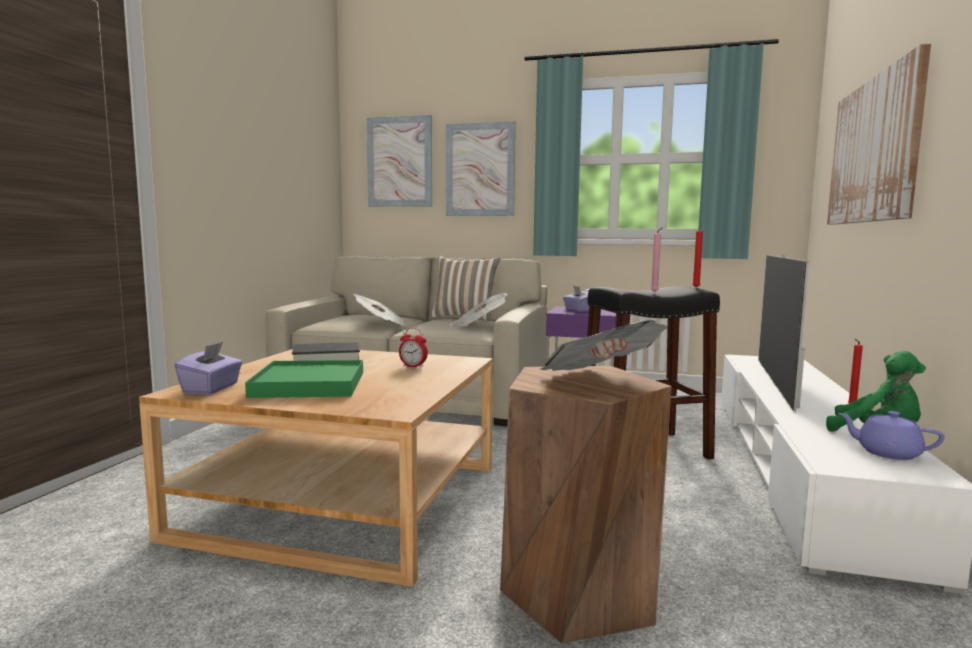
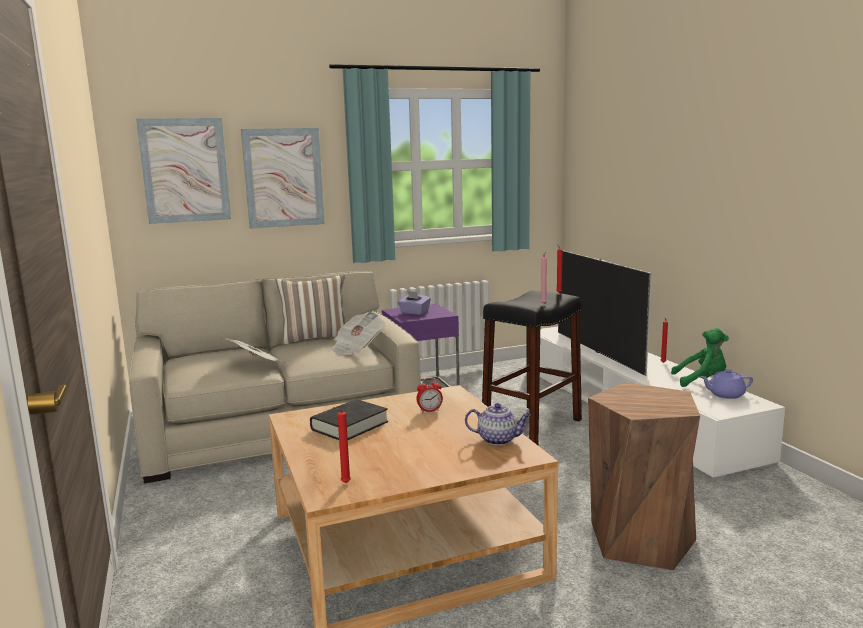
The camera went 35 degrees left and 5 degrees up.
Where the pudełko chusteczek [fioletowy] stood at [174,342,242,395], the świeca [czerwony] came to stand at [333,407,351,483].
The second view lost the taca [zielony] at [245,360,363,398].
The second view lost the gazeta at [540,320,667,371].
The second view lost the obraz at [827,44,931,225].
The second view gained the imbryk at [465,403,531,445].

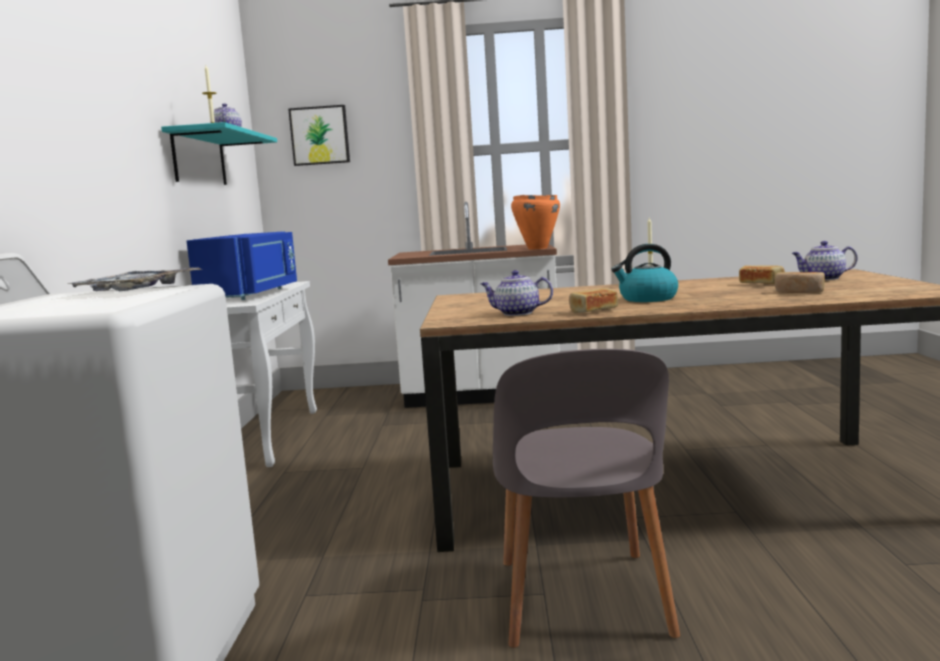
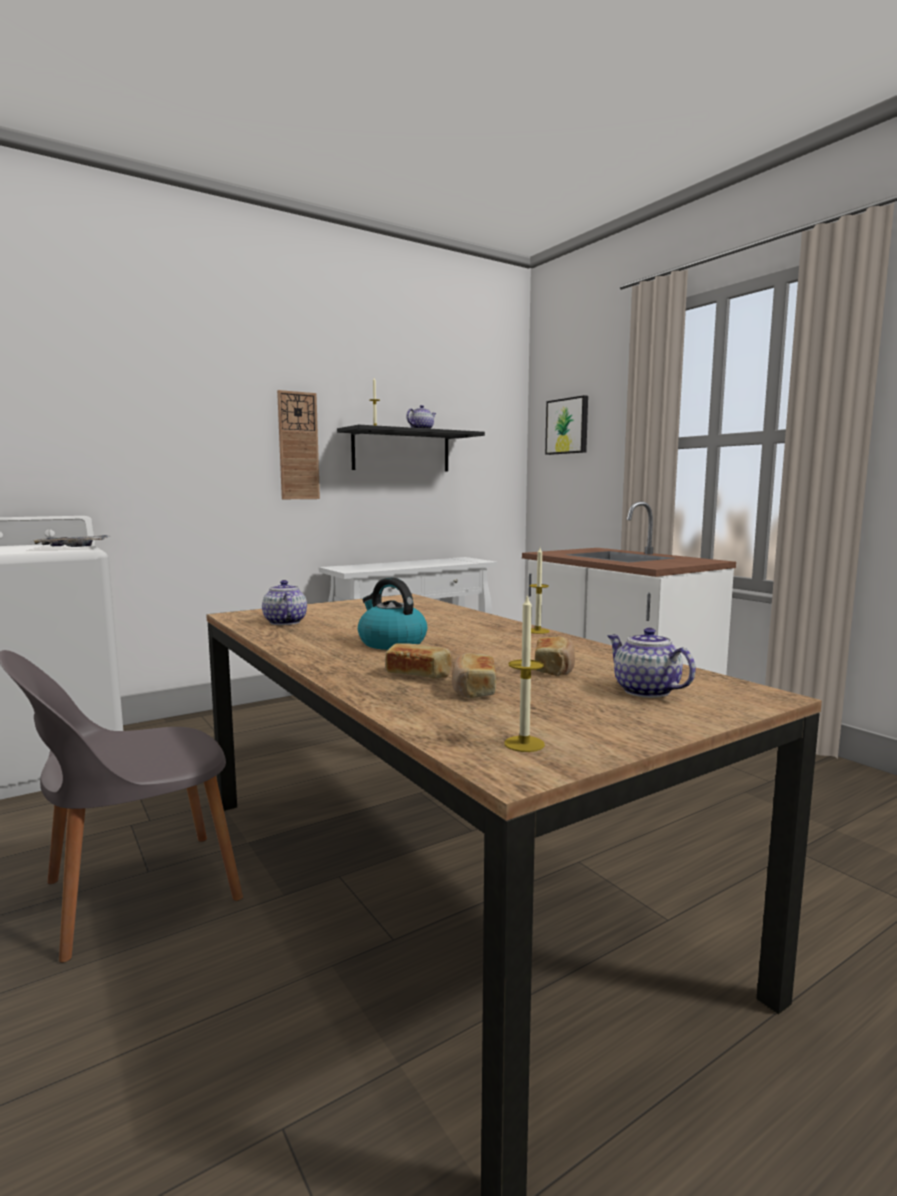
The camera went 55 degrees right and 0 degrees up.
What was the półka [turkusowy] at [161,122,277,185] turned into the półka [czarny] at [337,425,485,471].
The second view lost the mikrofalówka [niebieski] at [187,231,297,300].
The second view lost the garnek [pomarańczowy] at [511,195,560,249].
The chleb ended up elsewhere, having gone from [569,288,618,313] to [385,643,453,678].
The second view gained the zegar ścienny at [277,390,320,499].
The second view gained the świeca at [504,594,545,752].

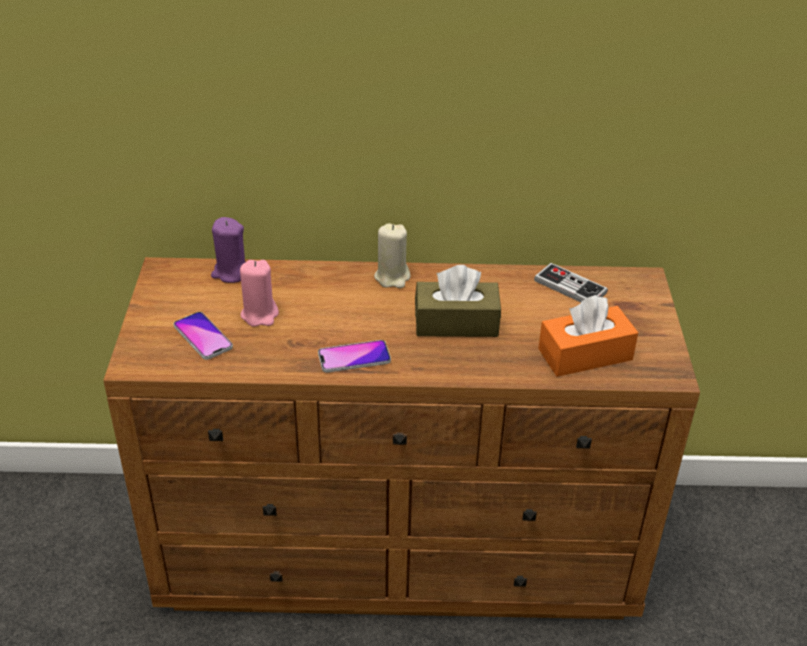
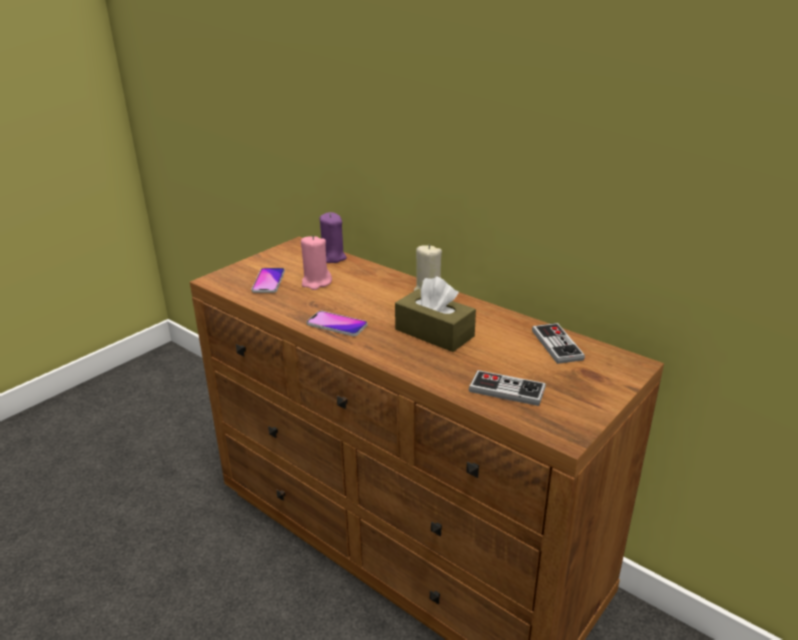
The camera went 40 degrees right and 10 degrees down.
Where the pudełko chusteczek [pomarańczowy] stood at [538,295,638,377], the pad do gier came to stand at [469,370,546,406].

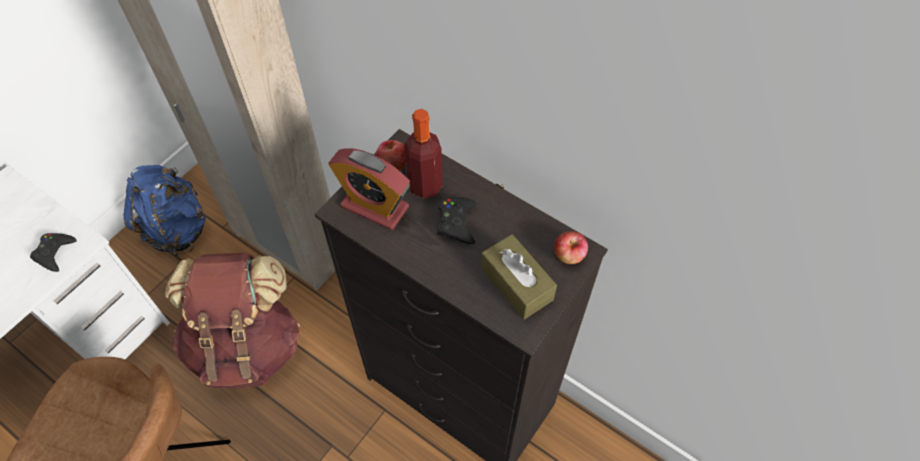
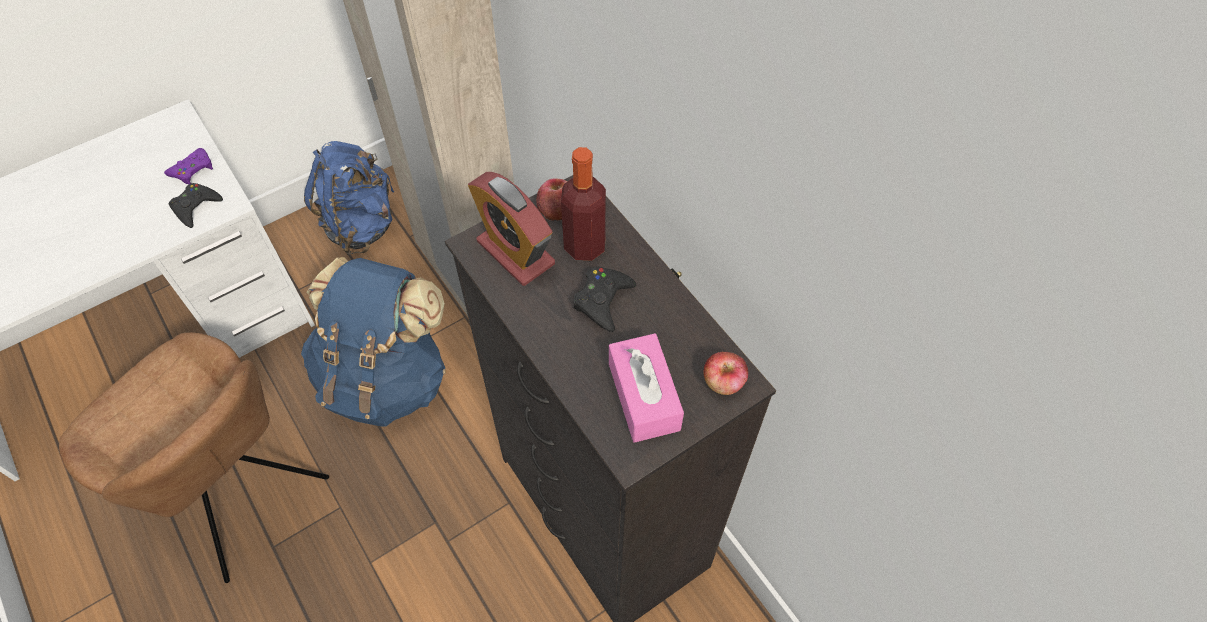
The camera went 20 degrees right and 0 degrees up.
What was the plecak [brązowy] at [165,253,300,389] turned into the plecak [niebieski] at [301,257,446,427].
What was the pudełko chusteczek [brązowy] at [481,234,557,320] turned into the pudełko chusteczek [różowy] at [609,333,684,443].
The second view gained the pad do gier [fioletowy] at [164,148,213,184].

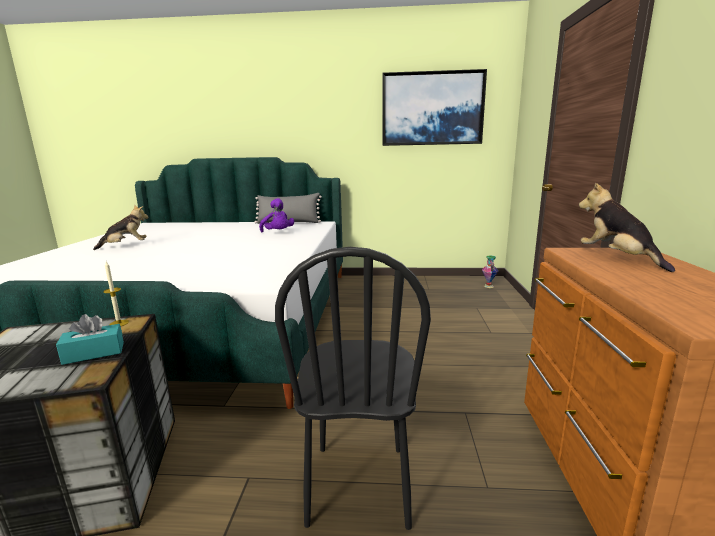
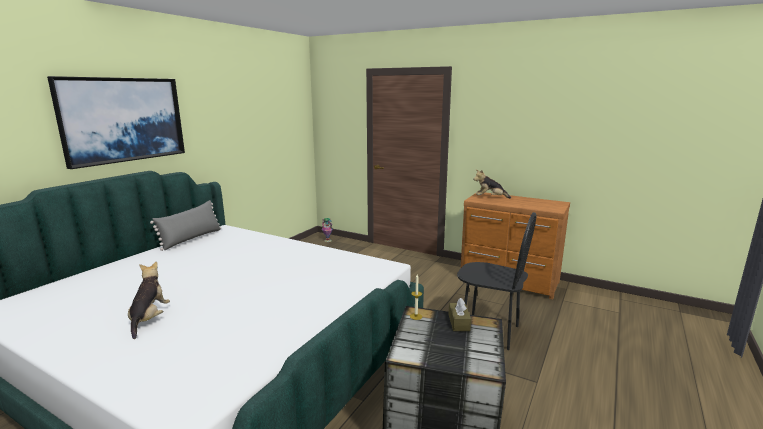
The camera went 65 degrees left and 0 degrees up.
What was the pudełko chusteczek [turkusowy] at [56,314,124,365] turned into the pudełko chusteczek [brązowy] at [448,298,471,331].
The second view lost the pluszak [fioletowy] at [259,198,294,233].
The obraz ended up elsewhere, having gone from [383,69,487,146] to [47,76,185,169].

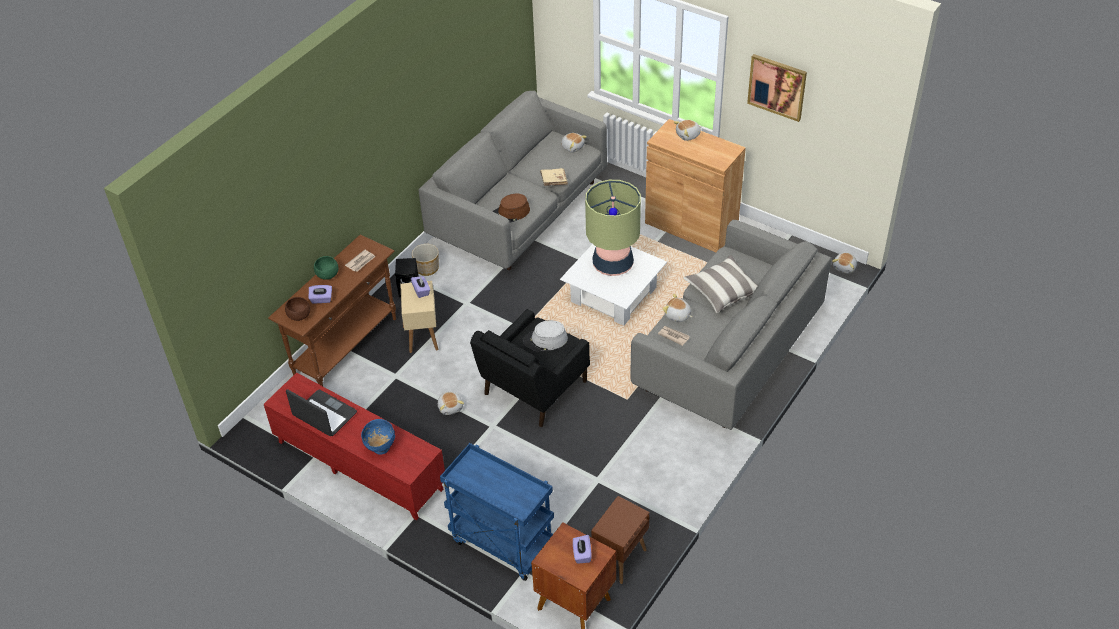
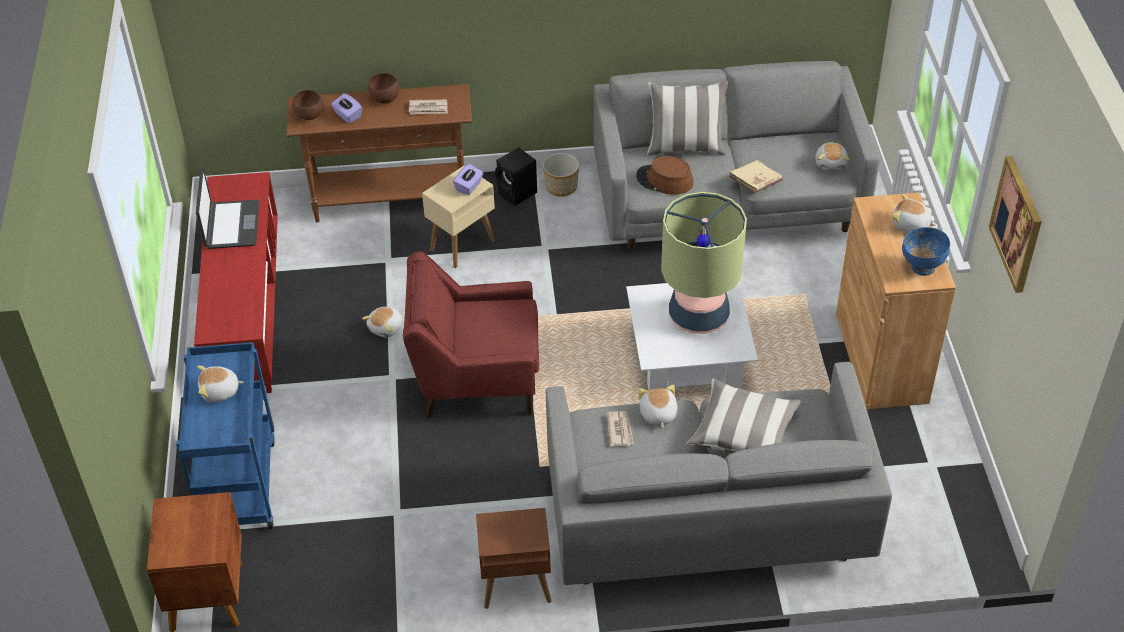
The camera went 50 degrees right and 0 degrees up.
What was the miska [zielony] at [314,256,338,280] turned into the miska [brązowy] at [368,73,400,104].
The miska [niebieski] ended up elsewhere, having gone from [361,419,395,455] to [902,227,950,276].
What was the fotel [czarny] at [470,309,590,427] turned into the fotel [czerwony] at [403,251,539,418].
The second view lost the kapelusz [szary] at [523,320,568,351].
The second view lost the pudełko chusteczek [fioletowy] at [573,535,591,564].
The stolik [brązowy] ended up elsewhere, having gone from [591,496,650,584] to [476,508,552,609].
The pluszak ended up elsewhere, having gone from [832,253,857,273] to [197,366,244,402].
The second view gained the poduszka at [647,81,728,156].

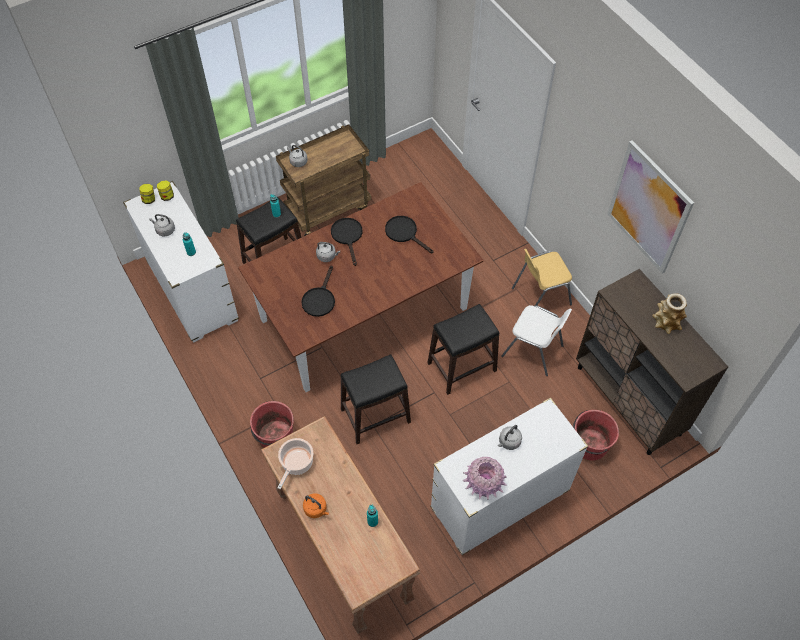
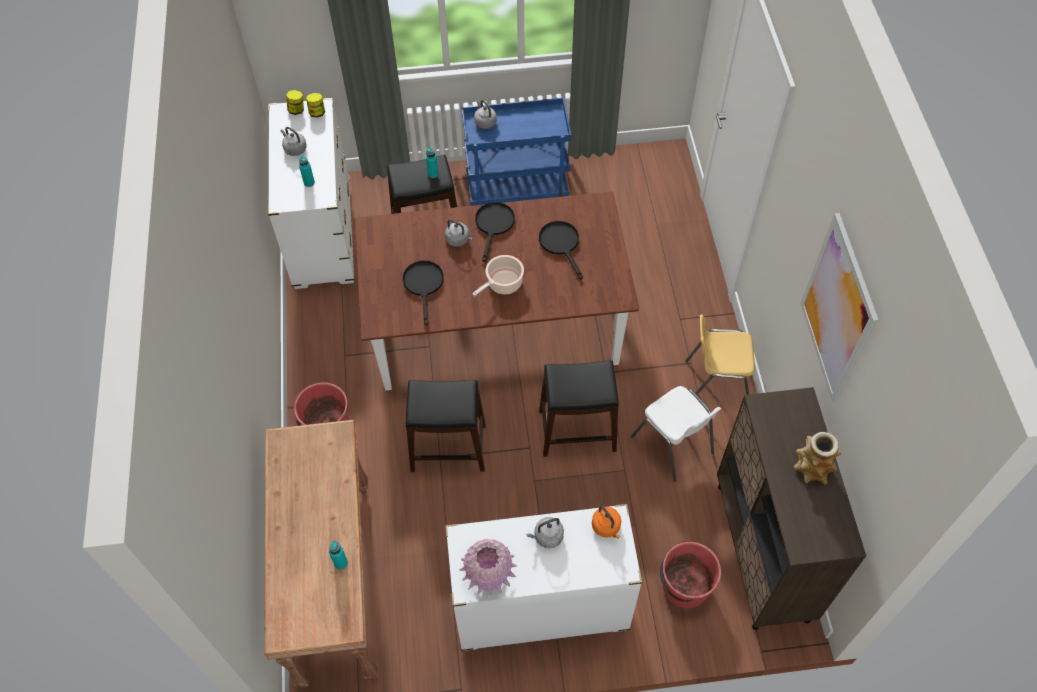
The camera went 25 degrees right and 0 degrees up.
What was the wózek [brązowy] at [276,124,371,236] turned into the wózek [niebieski] at [462,97,571,206].
The garnek ended up elsewhere, having gone from [277,438,313,489] to [472,255,524,296].
The patelnia [czarny] at [301,265,335,317] ended up facing another way, 135 degrees clockwise from before.
The czajnik [pomarańczowy] ended up elsewhere, having gone from [303,493,329,518] to [592,506,621,539].

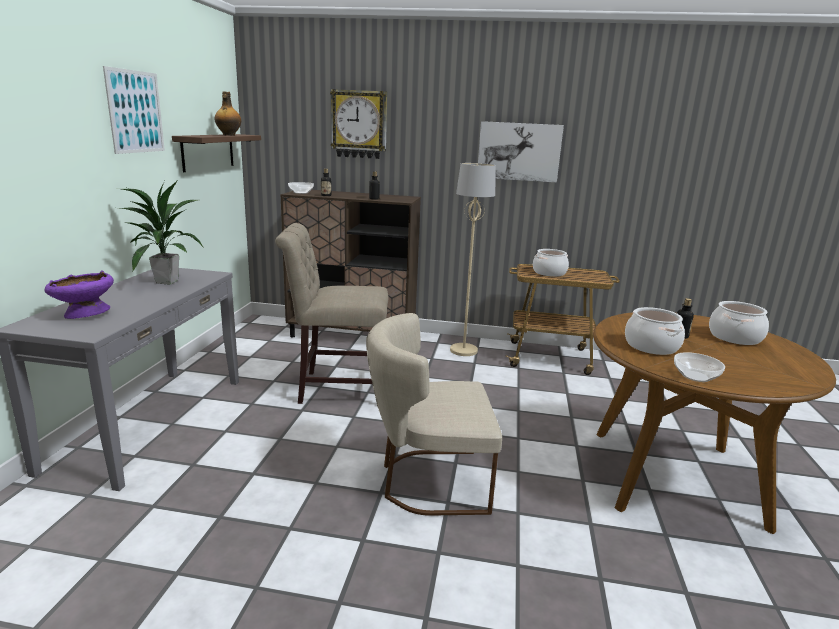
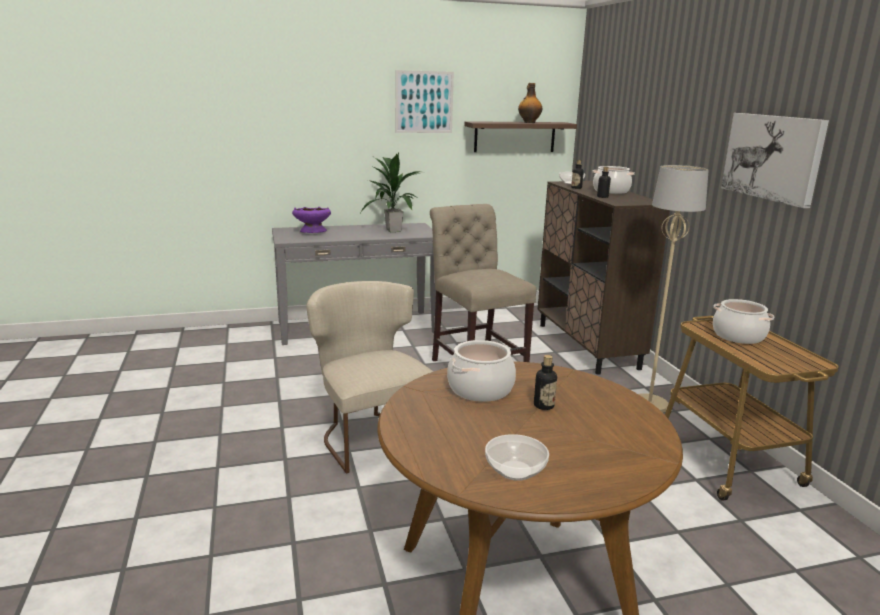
The camera went 65 degrees right and 0 degrees up.
The second view lost the zegar ścienny at [330,89,387,159].
The miska ended up elsewhere, having gone from [674,352,725,382] to [485,434,549,481].
The garnek ended up elsewhere, having gone from [709,301,769,345] to [592,166,635,194].

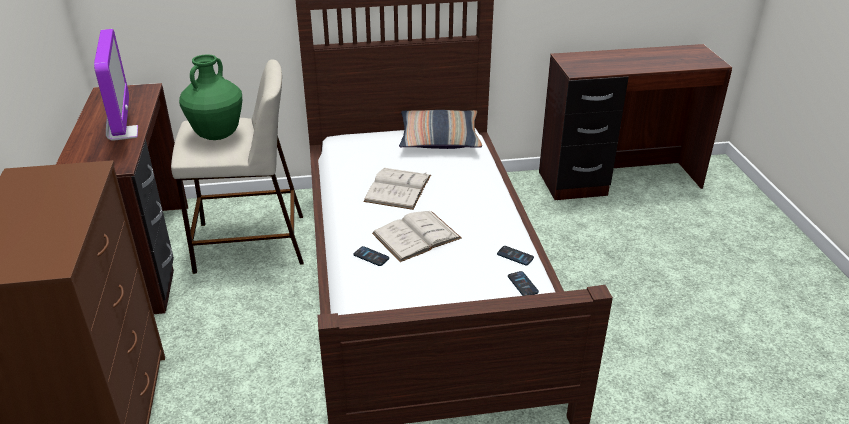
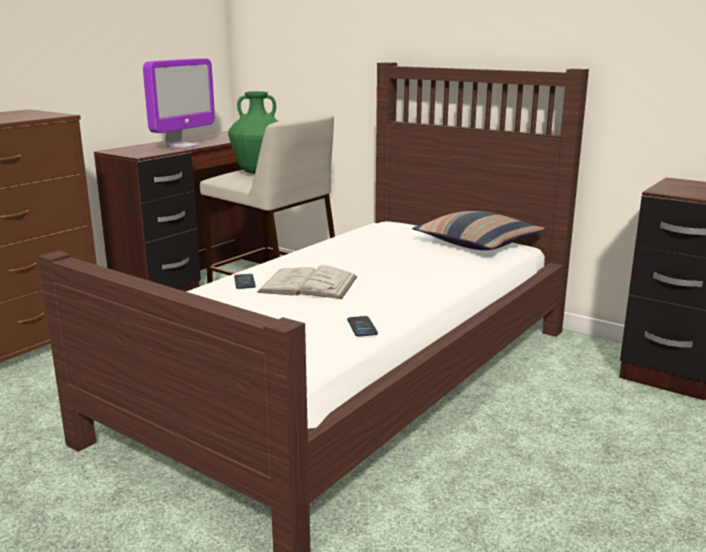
The camera went 45 degrees right and 15 degrees down.
The second view lost the książka [biały] at [363,168,431,210].
The second view lost the telefon at [508,271,539,296].

